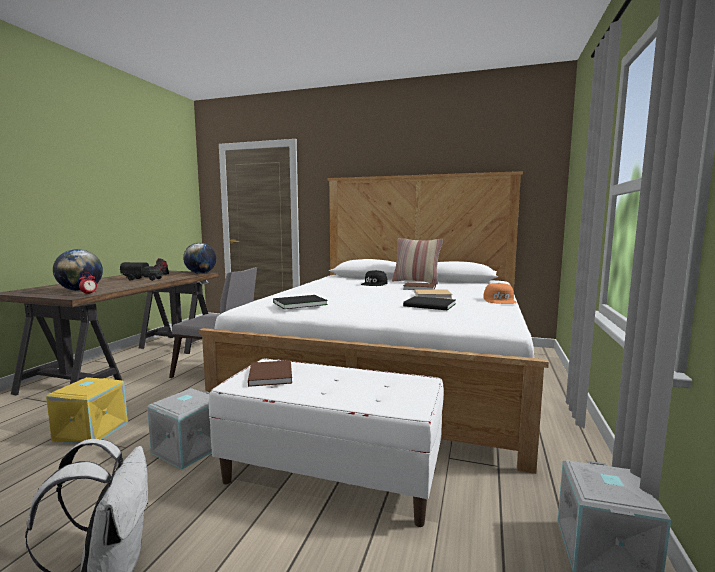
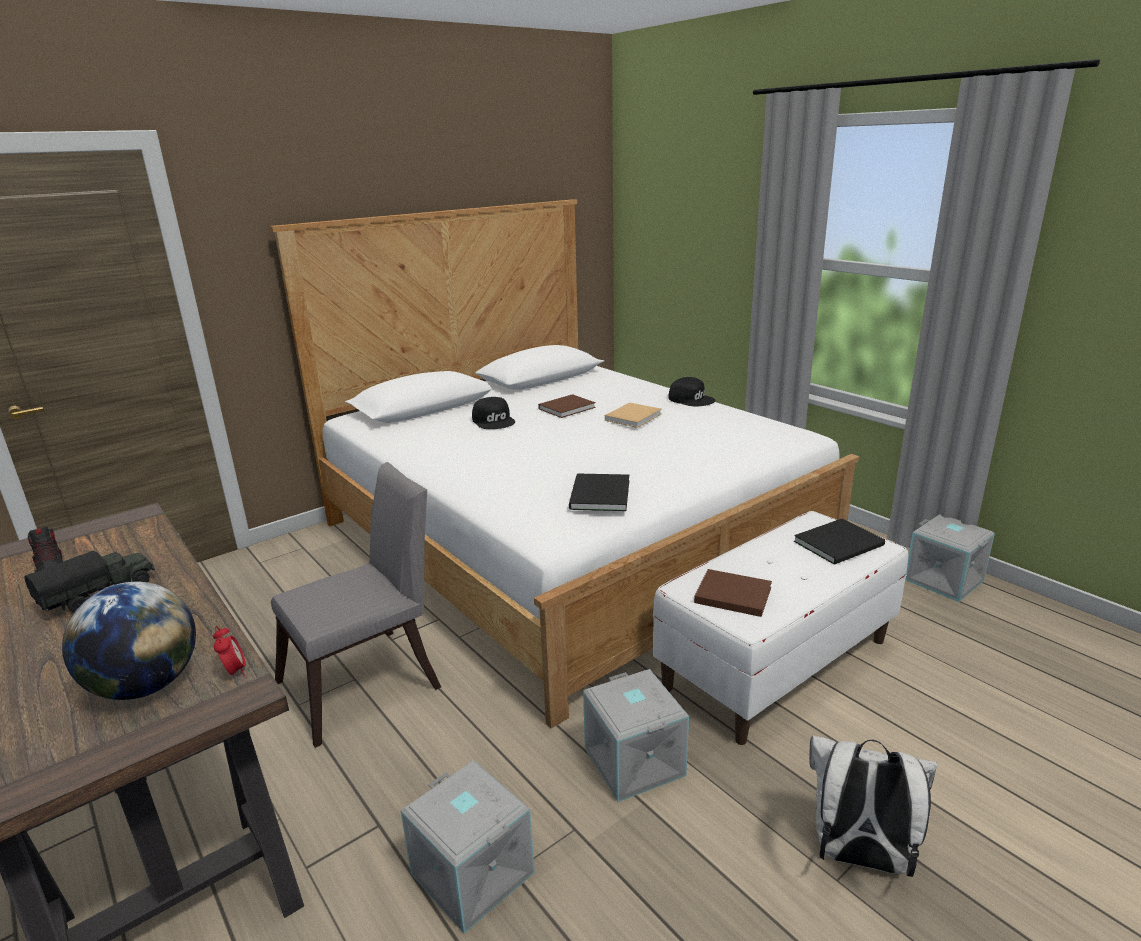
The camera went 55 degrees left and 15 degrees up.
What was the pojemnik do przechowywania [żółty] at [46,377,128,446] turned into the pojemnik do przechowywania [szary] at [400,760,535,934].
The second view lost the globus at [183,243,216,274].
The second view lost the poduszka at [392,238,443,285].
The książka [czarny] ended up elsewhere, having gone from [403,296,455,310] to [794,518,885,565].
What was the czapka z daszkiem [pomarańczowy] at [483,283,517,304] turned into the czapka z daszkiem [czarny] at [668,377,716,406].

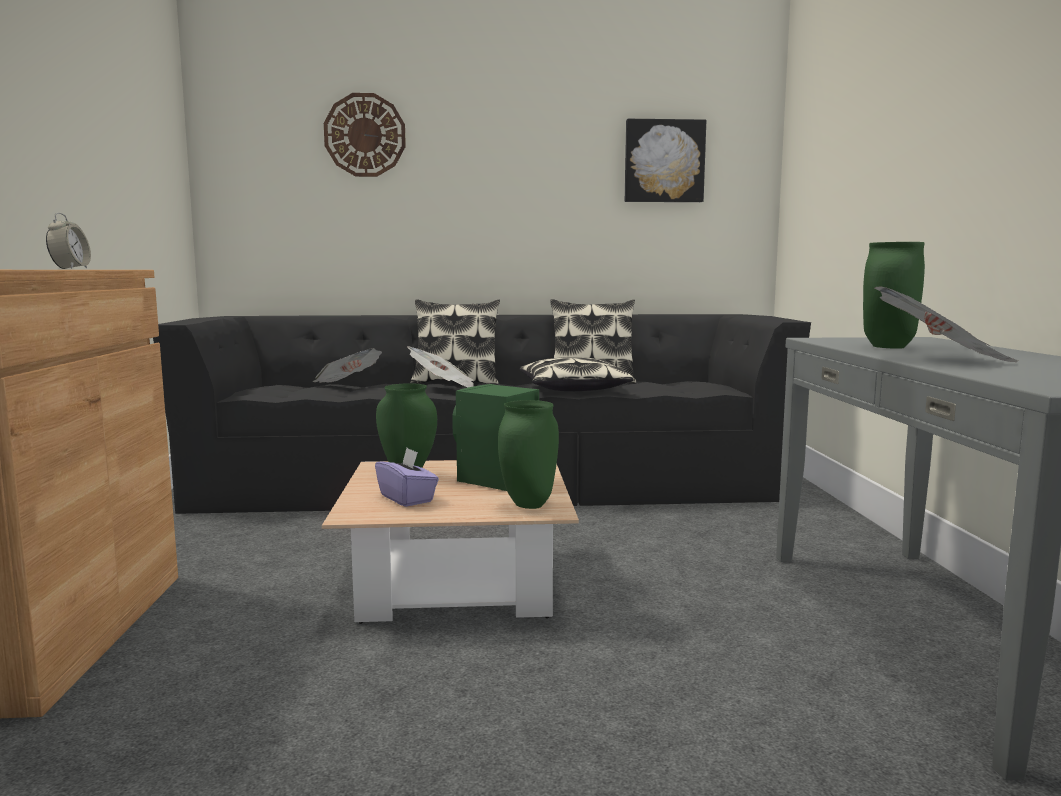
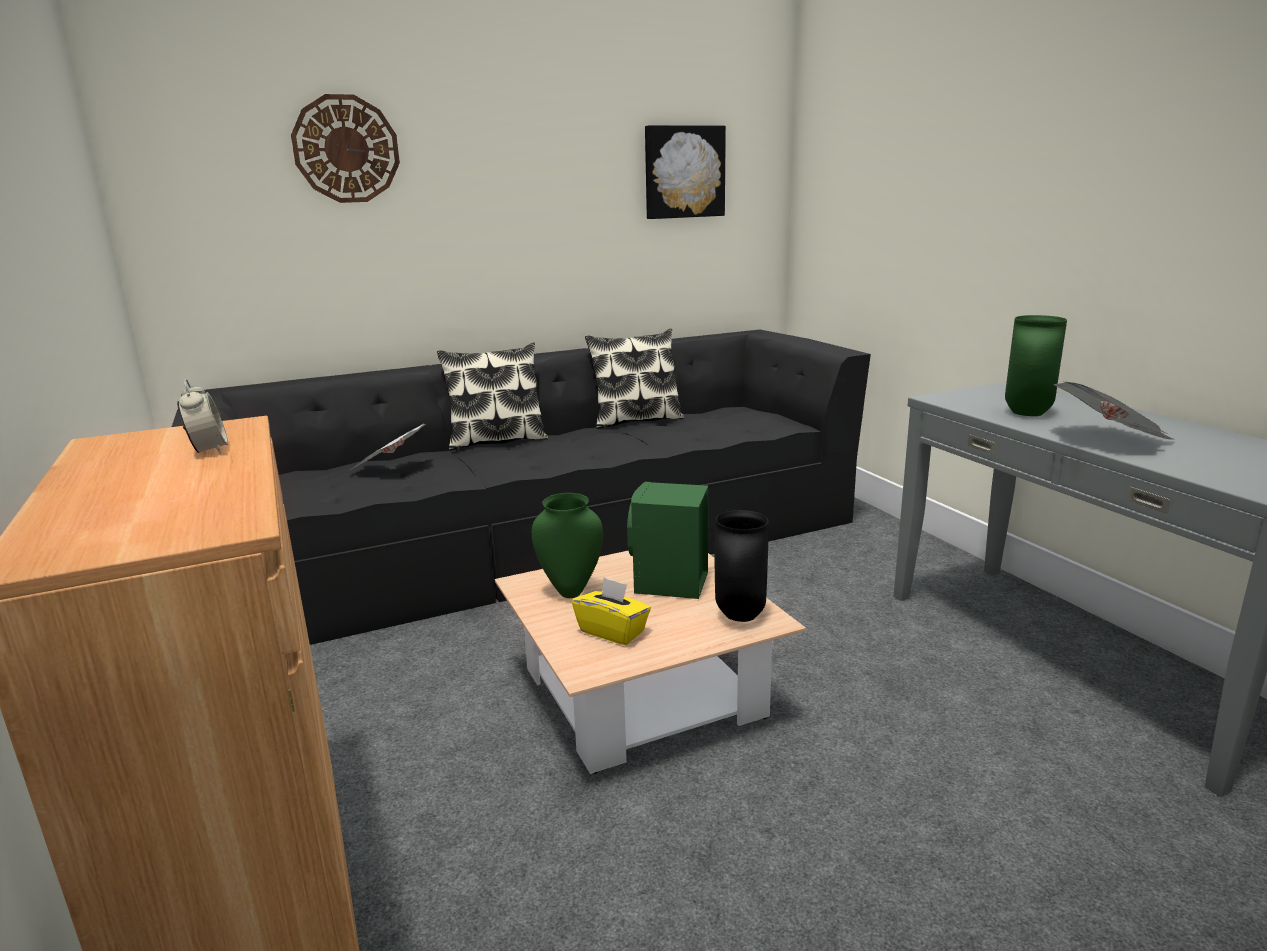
The camera went 20 degrees left and 10 degrees up.
What was the pudełko chusteczek [fioletowy] at [375,448,439,507] turned into the pudełko chusteczek [żółty] at [572,578,651,645].
The second view lost the gazeta at [407,346,474,387].
What was the wazon [zielony] at [498,400,559,509] turned into the wazon [czarny] at [715,510,769,622].
The second view lost the poduszka at [520,357,634,391].

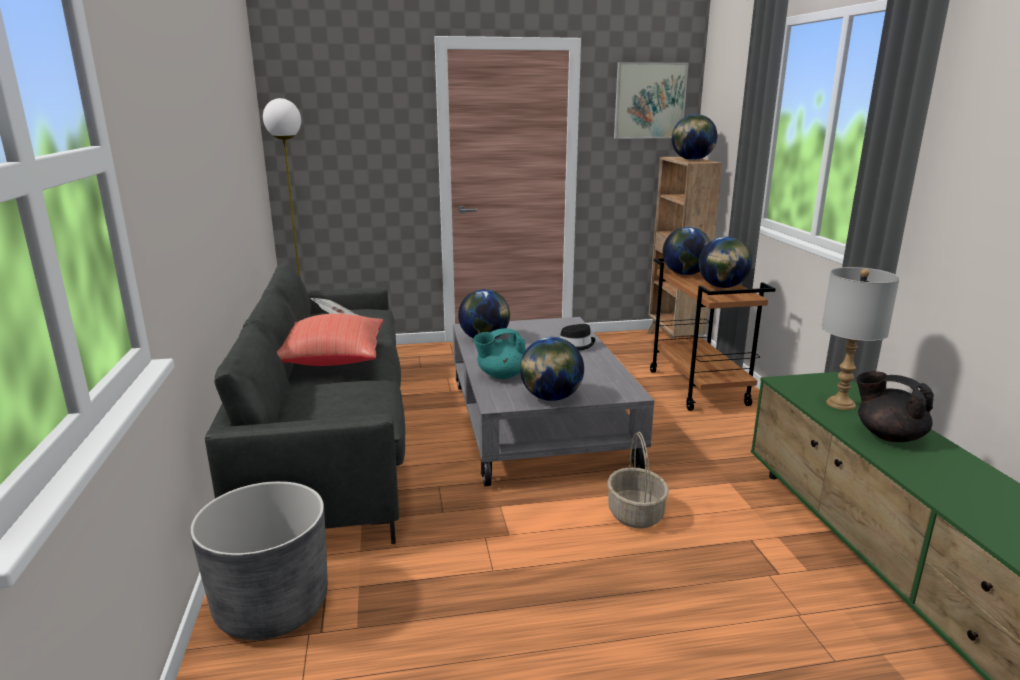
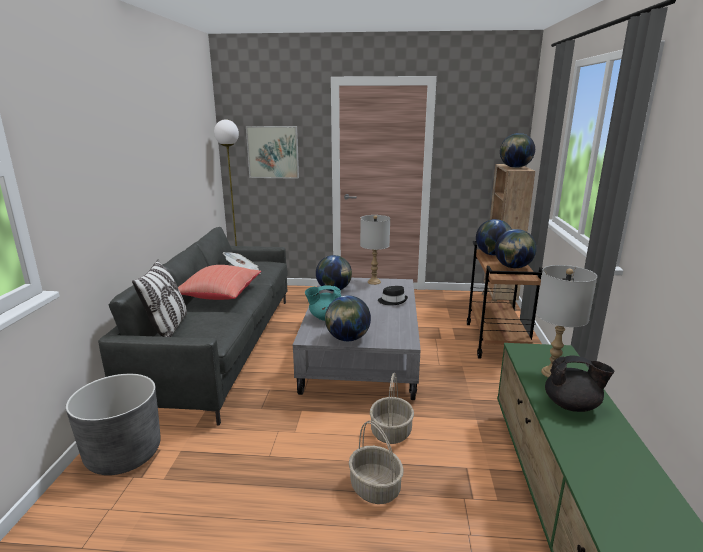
The camera went 15 degrees right and 0 degrees up.
The obraz ended up elsewhere, having gone from [614,62,688,139] to [246,126,299,179].
The imbryk [czarny] at [856,371,934,442] ended up facing another way, 135 degrees clockwise from before.
The second view gained the poduszka at [132,259,187,337].
The second view gained the koszyk at [349,420,404,504].
The second view gained the lampa stołowa [szary] at [360,215,390,285].

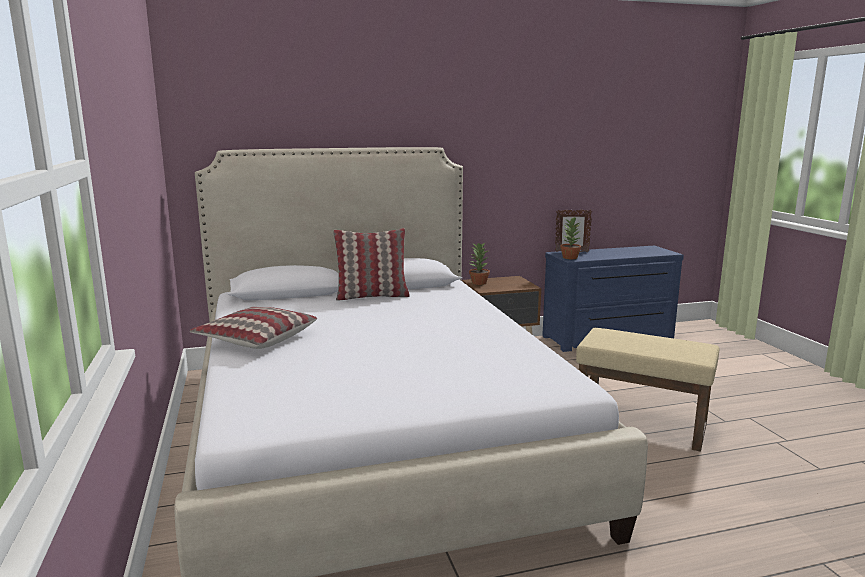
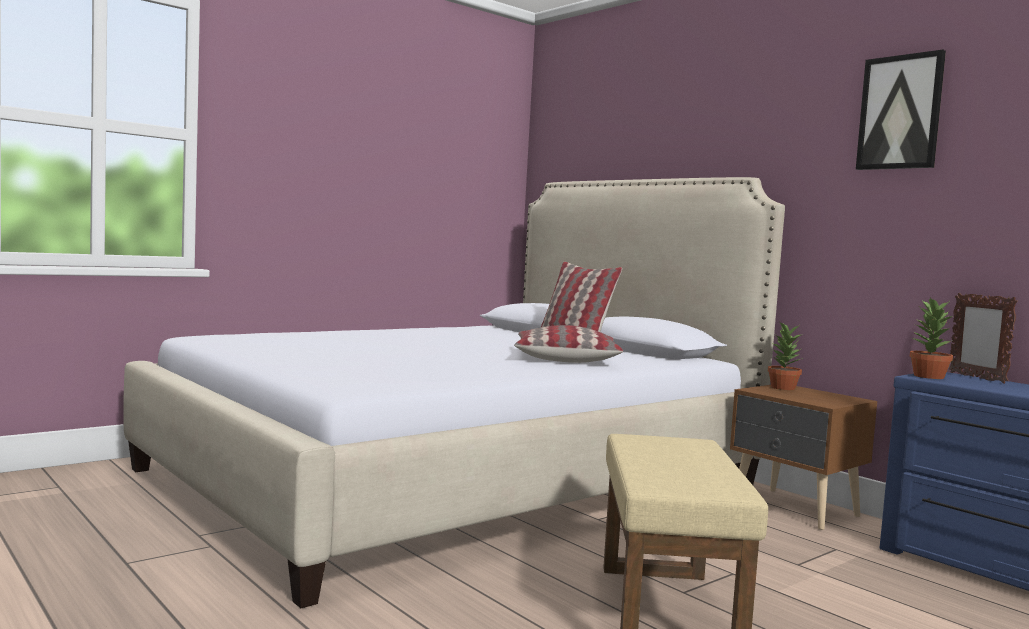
The camera went 65 degrees right and 10 degrees down.
The poduszka ended up elsewhere, having gone from [190,307,317,349] to [514,325,623,363].
The second view gained the obraz at [856,50,946,170].

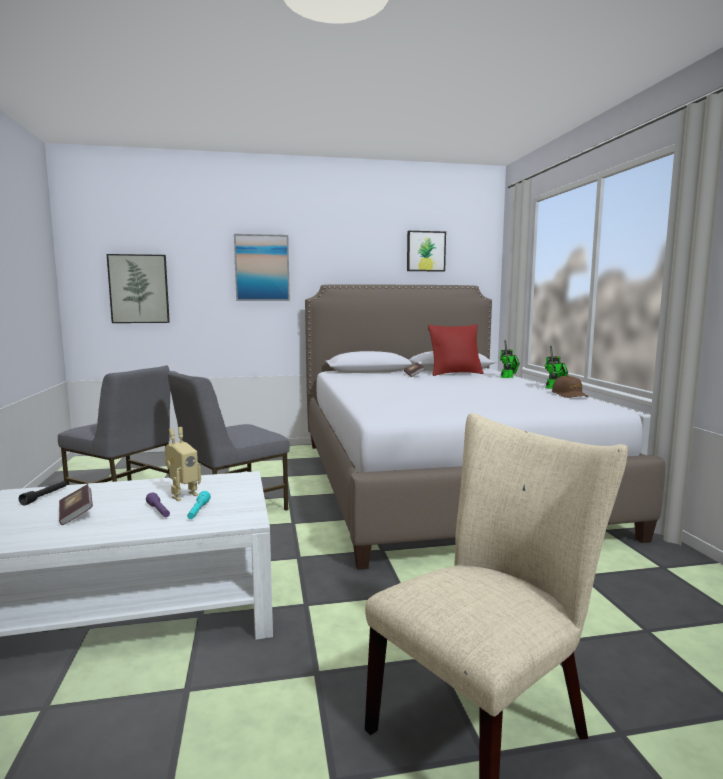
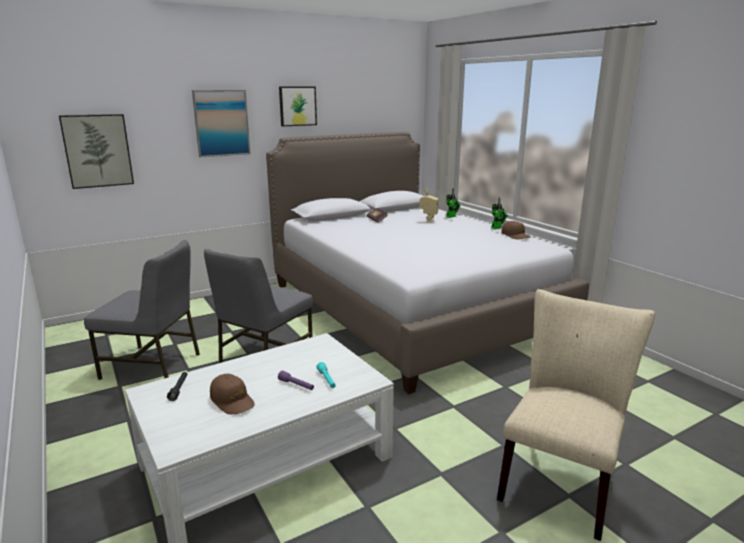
The camera went 20 degrees left and 10 degrees up.
Where the książka stood at [59,484,93,525], the czapka z daszkiem [brązowy] came to stand at [210,374,255,414].
The robot zabawkowy ended up elsewhere, having gone from [165,427,201,501] to [419,188,439,223].
The obraz ended up elsewhere, having gone from [407,231,446,272] to [279,87,317,126].
The second view lost the poduszka [czerwony] at [428,324,484,376].

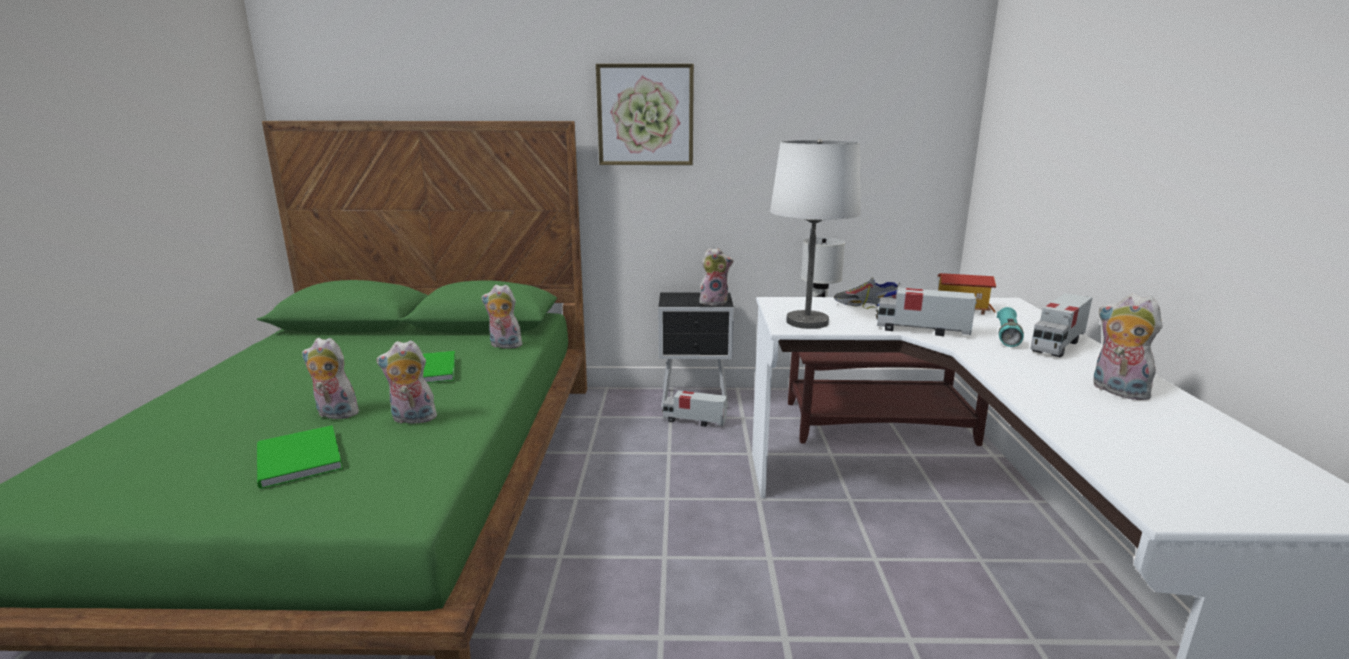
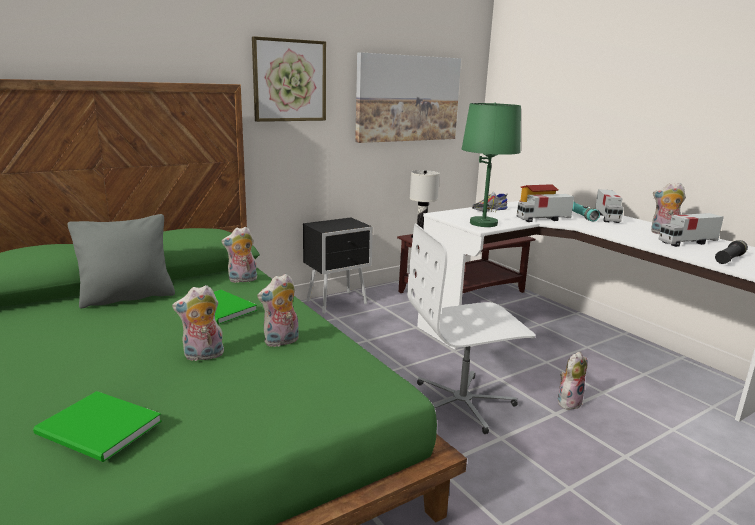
The camera went 35 degrees left and 0 degrees up.
The książka [zielony] ended up elsewhere, having gone from [257,425,343,489] to [33,391,162,462].
The ciężarówka zabawkowa ended up elsewhere, having gone from [662,390,727,427] to [658,213,724,247].
The pluszak ended up elsewhere, having gone from [699,248,734,306] to [558,351,588,410].
What was the lampa stołowa [biały] at [770,139,861,329] turned into the lampa stołowa [zielony] at [462,103,521,227].
The second view gained the poduszka [szary] at [68,214,175,309].
The second view gained the obraz at [355,52,461,143].
The second view gained the krzesło biurowe [biały] at [407,223,536,434].
The second view gained the latarka [czarny] at [715,240,748,264].

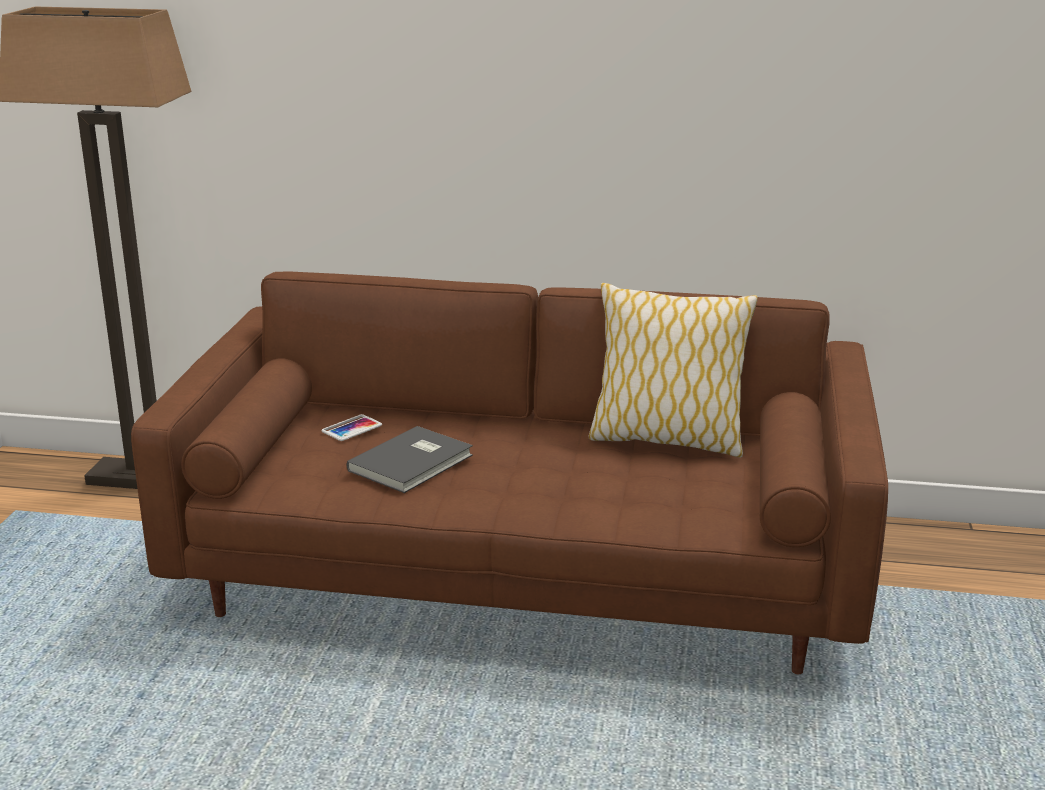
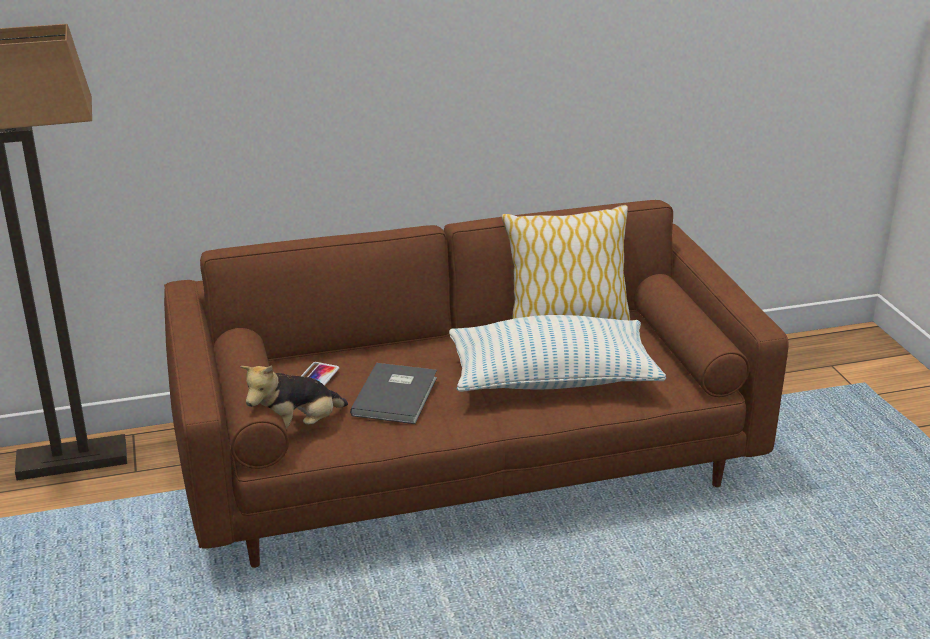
The camera went 25 degrees left and 5 degrees up.
The second view gained the pluszak at [240,365,348,428].
The second view gained the poduszka at [449,315,666,392].

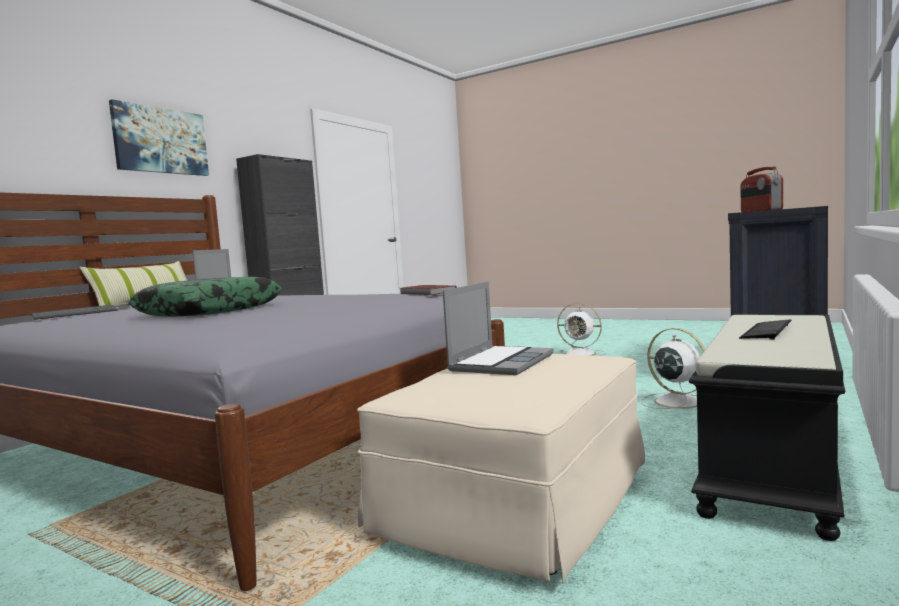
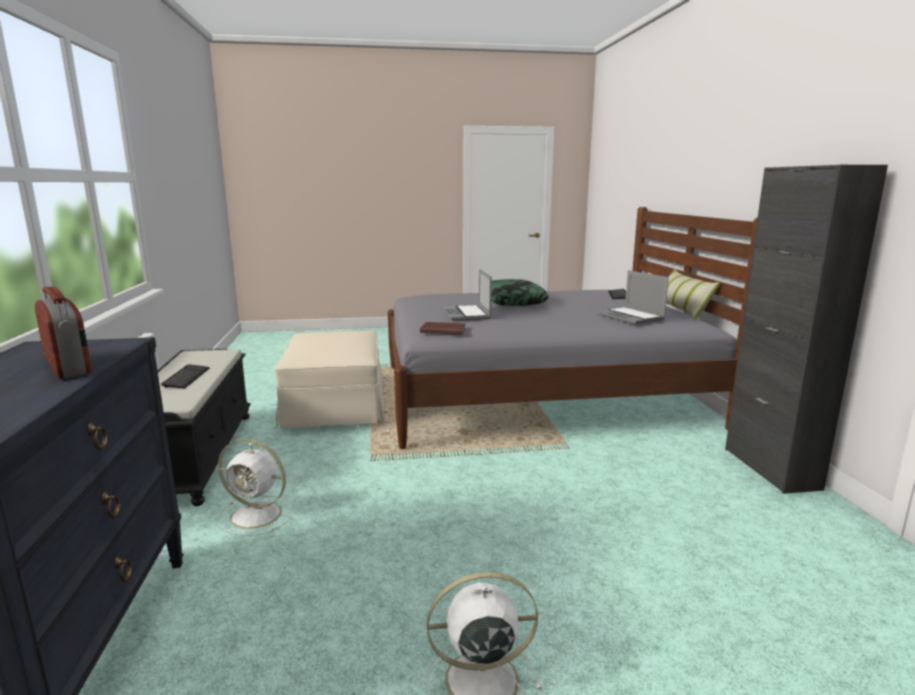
The camera went 140 degrees right and 10 degrees up.
The second view lost the obraz at [109,99,209,176].
The laptop ended up elsewhere, having gone from [443,281,554,375] to [443,269,492,321].

